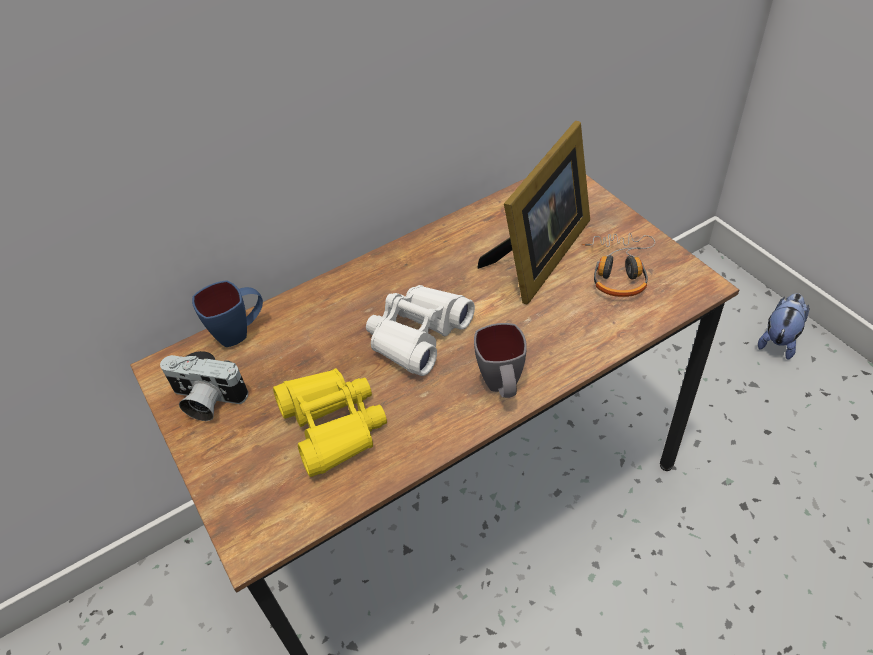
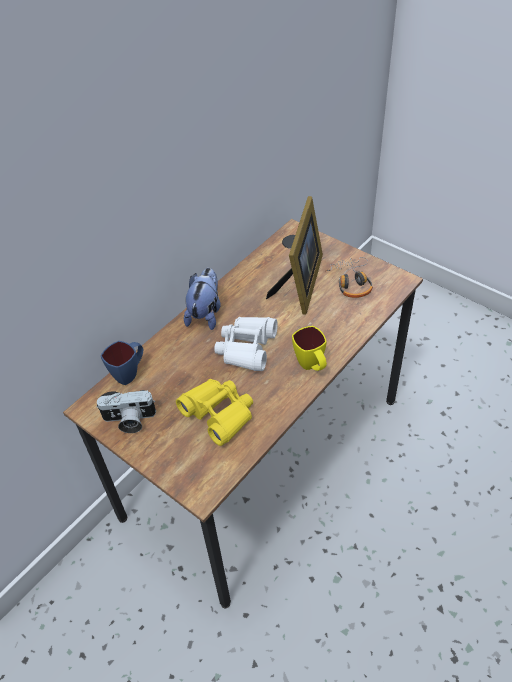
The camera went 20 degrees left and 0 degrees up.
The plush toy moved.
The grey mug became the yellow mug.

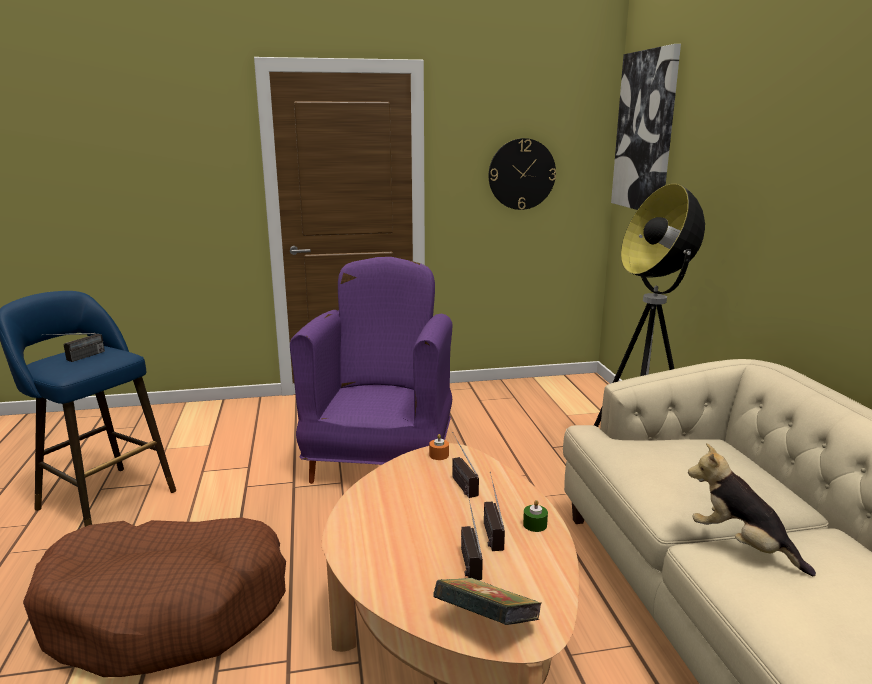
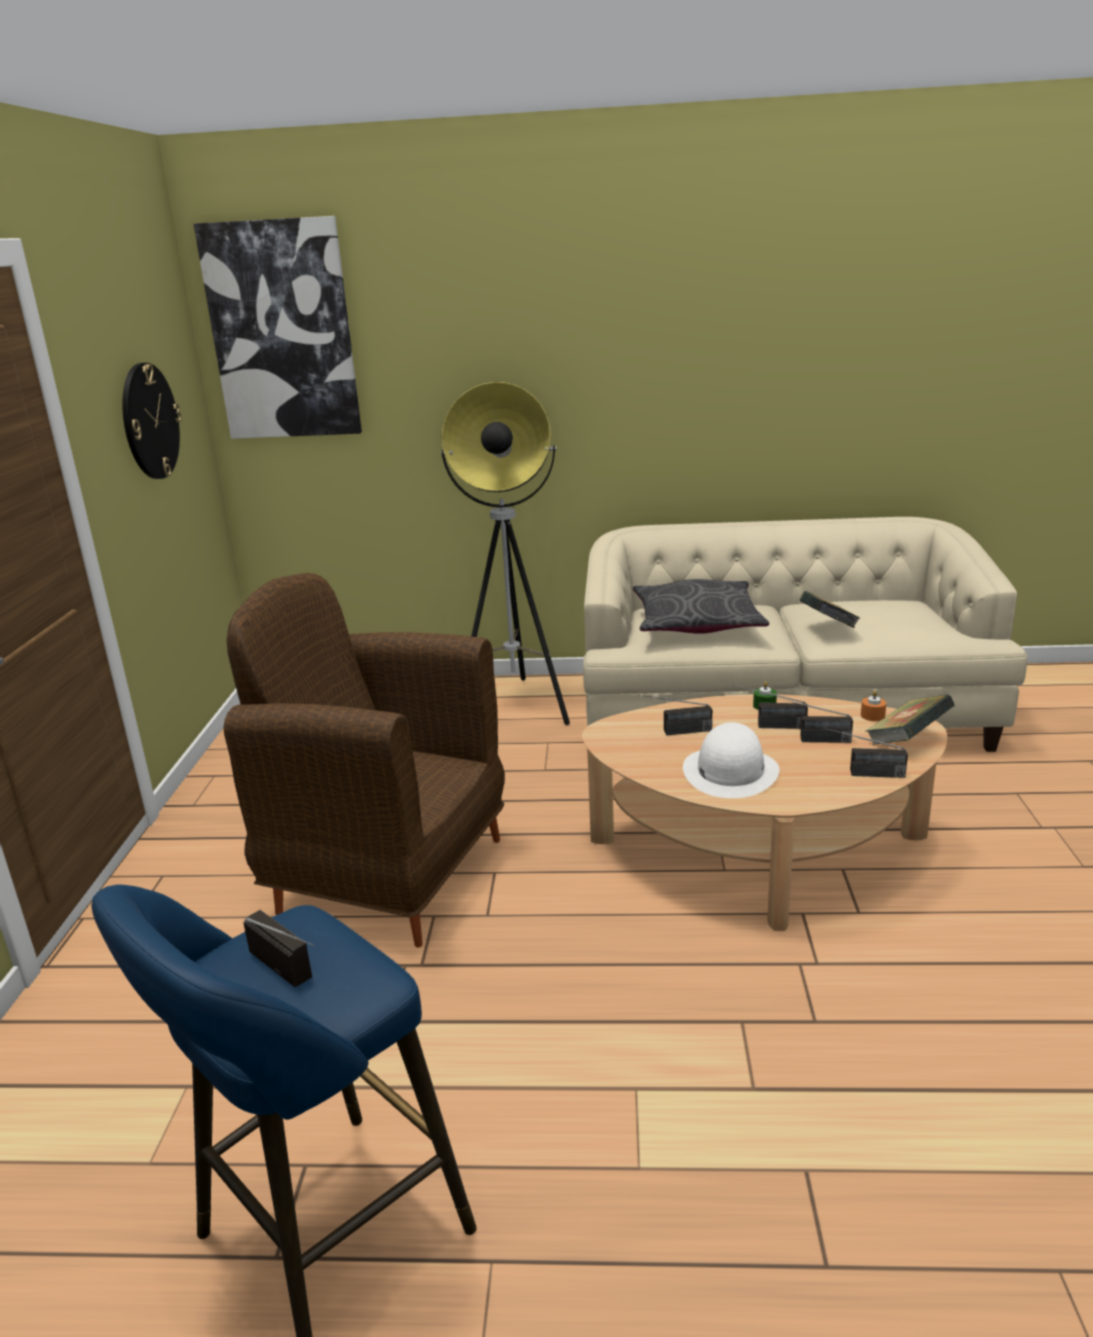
The camera went 75 degrees left and 5 degrees up.
The purple armchair became the brown armchair.
The orange candle moved.
The plush toy was replaced by the book (no. 1 from left).
The brown dog bed disappeared.
The grey pillow appeared.
The white hat appeared.
The radio (no. 5 from left) appeared.

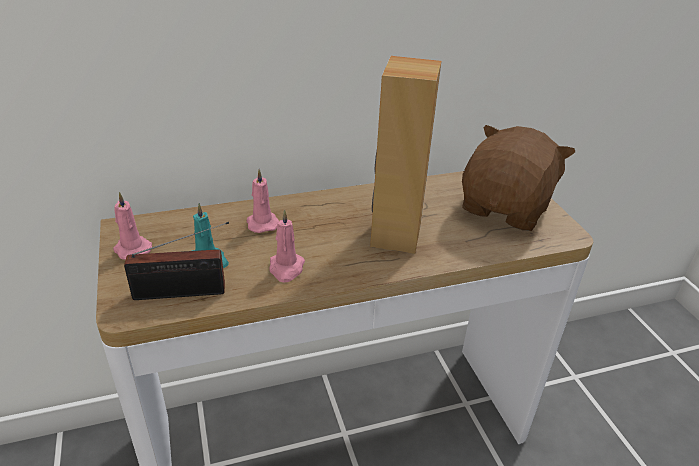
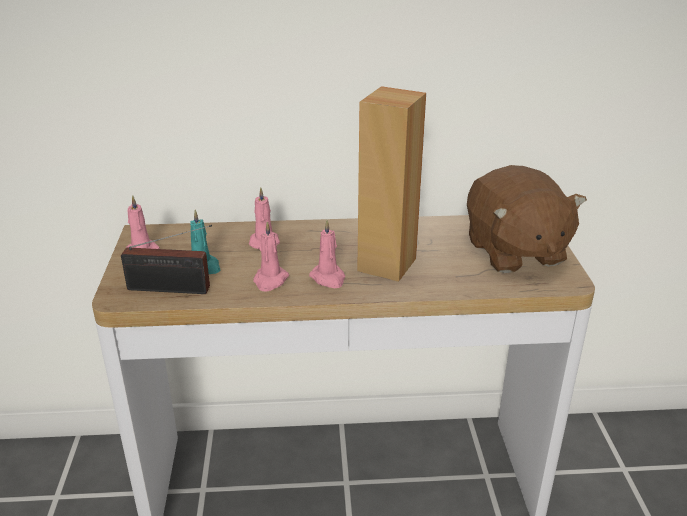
The camera went 15 degrees right and 5 degrees down.
The brown plush toy turned 120 degrees clockwise.
The pink candle (no. 4 from left) appeared.

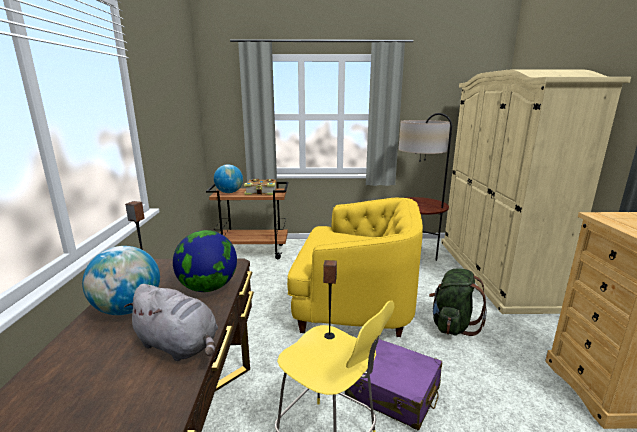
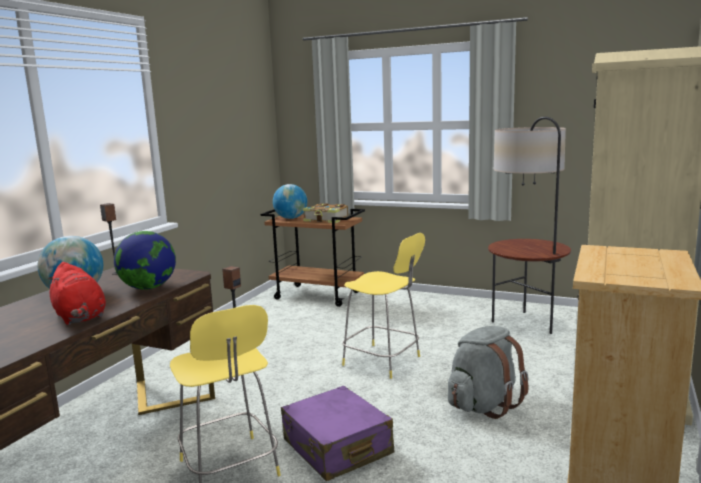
The camera went 25 degrees right and 5 degrees down.
The yellow armchair was replaced by the yellow stool (no. 2 from left).
The green backpack became the grey backpack.
The grey plush toy became the red plush toy.

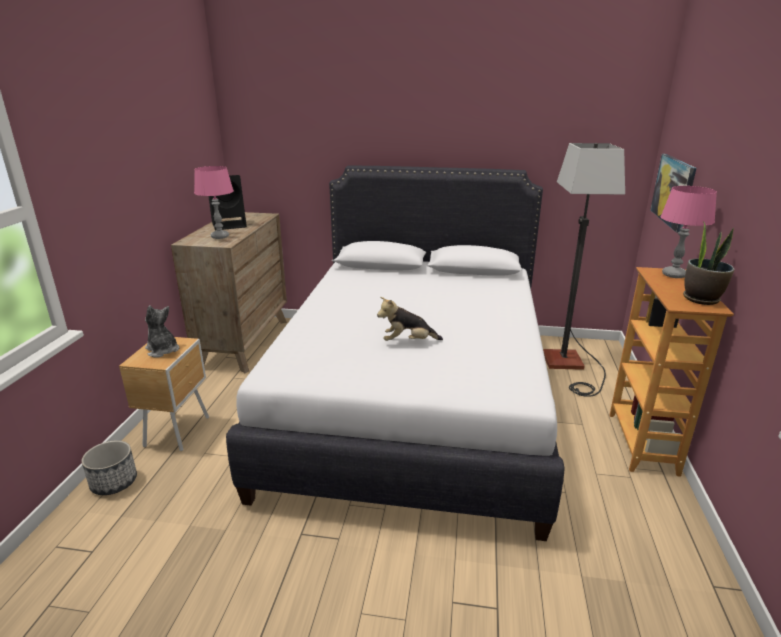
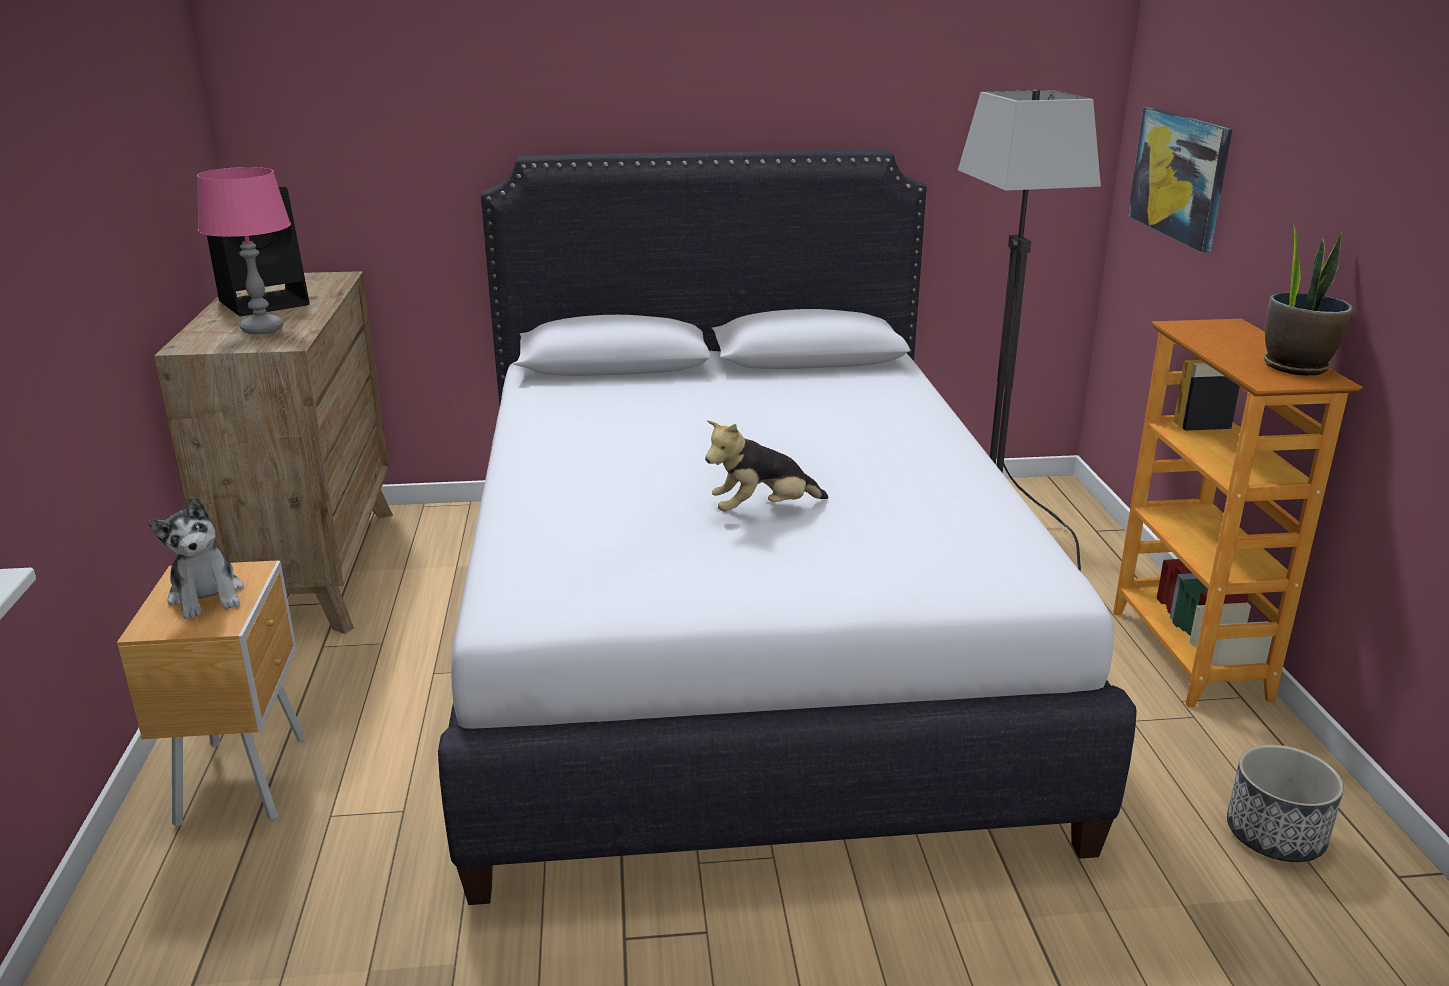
The camera went 15 degrees left and 0 degrees up.
The pink table lamp (no. 2 from left) disappeared.
The plush toy (no. 1 from left) turned 150 degrees counterclockwise.
The planter moved.

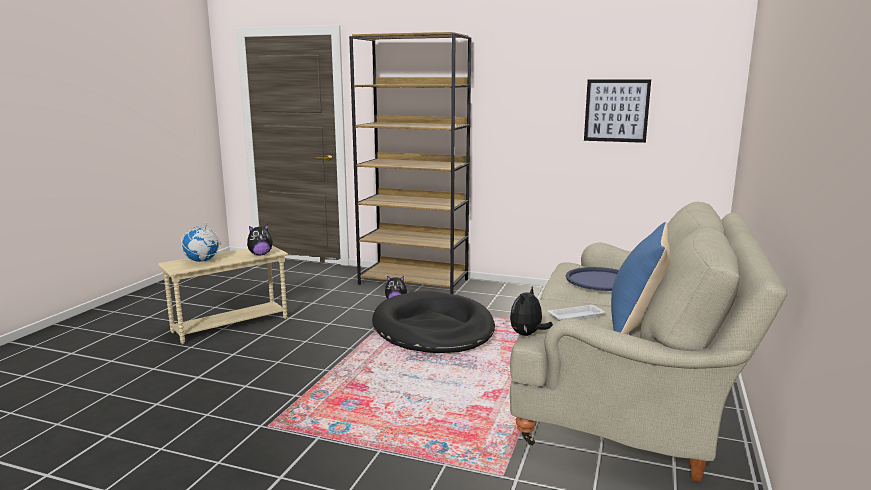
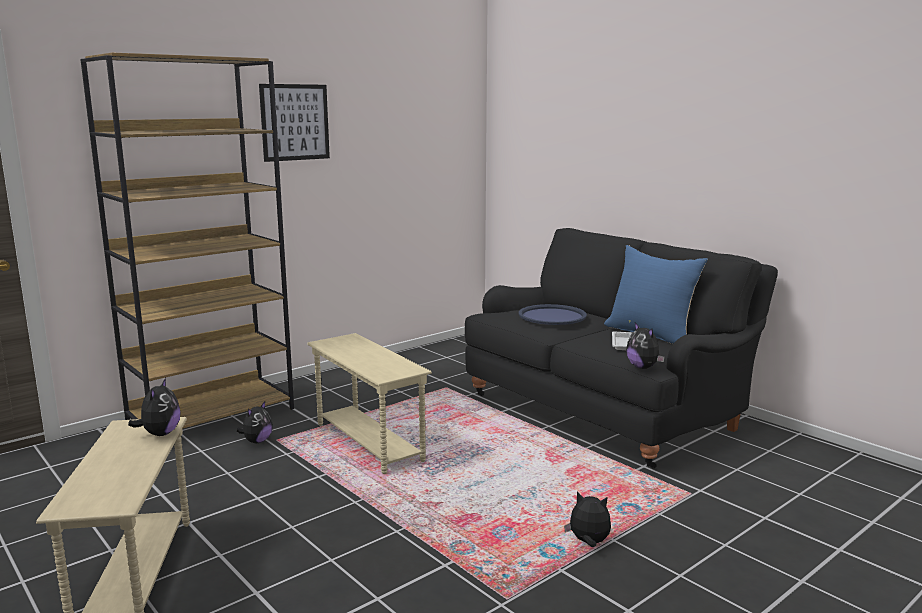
The camera went 60 degrees left and 0 degrees up.
The picture moved.
The beige sofa became the black sofa.
The globe disappeared.
The black dog bed was replaced by the beige side table (no. 2 from left).
The plush toy (no. 3 from left) appeared.

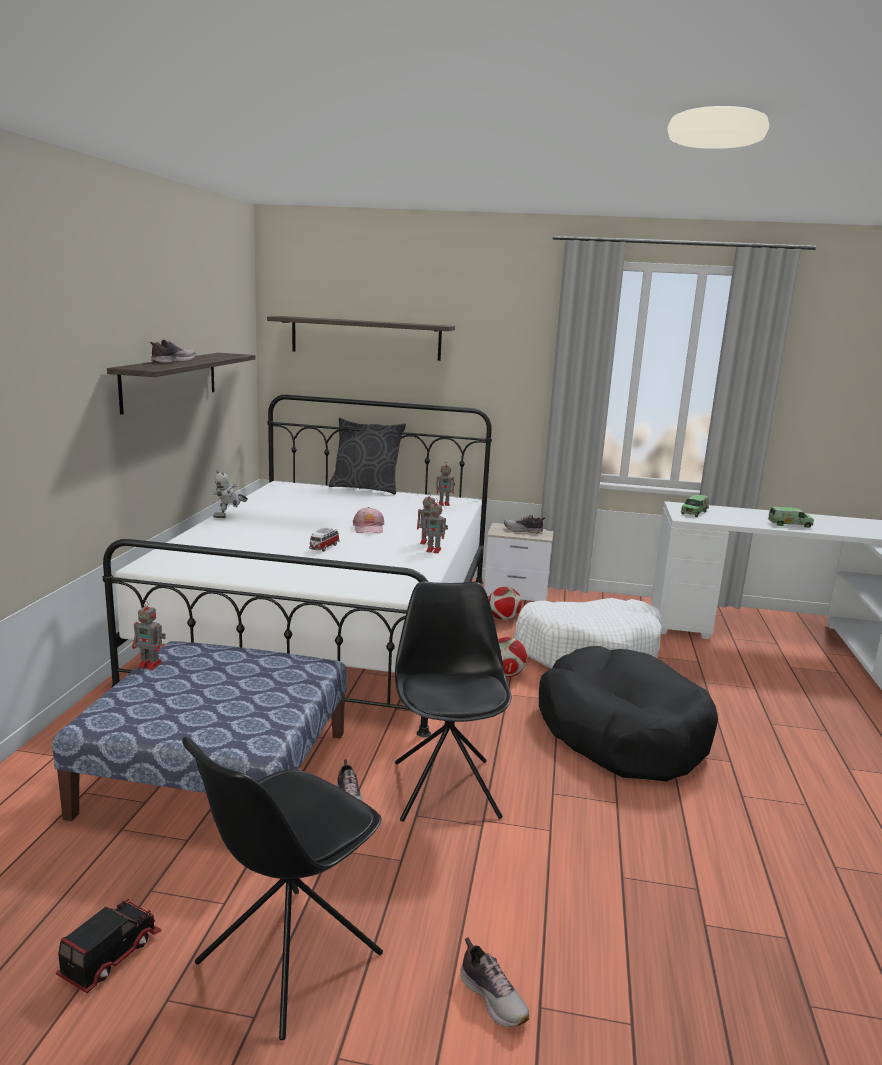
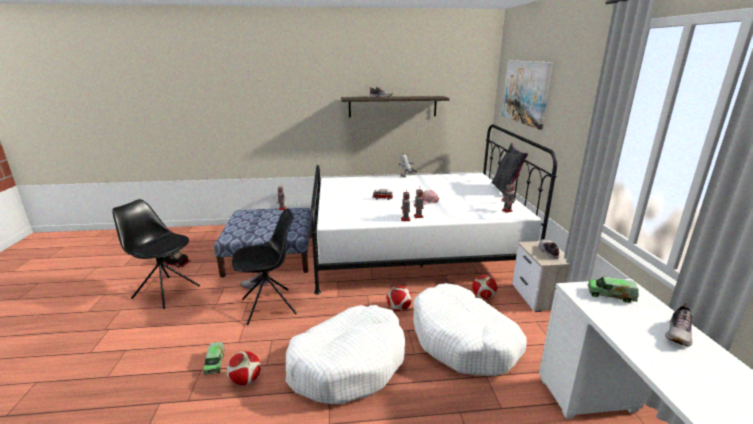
The camera went 75 degrees right and 5 degrees up.
The shelf (no. 2 from left) was replaced by the picture.
The toy truck (no. 3 from left in the first image) moved.
The black dog bed became the white dog bed (no. 1 from left).
The shoe (no. 3 from left in the first image) moved.
The football (no. 1 from left) appeared.

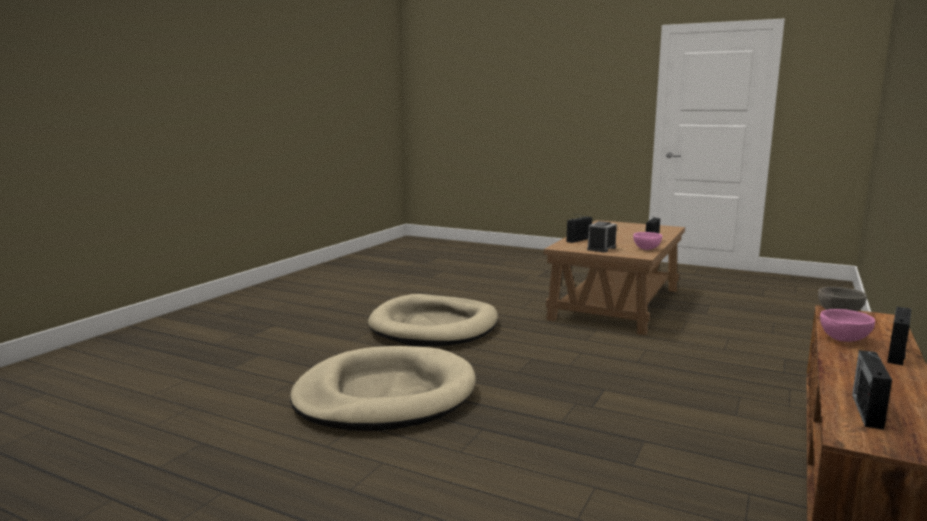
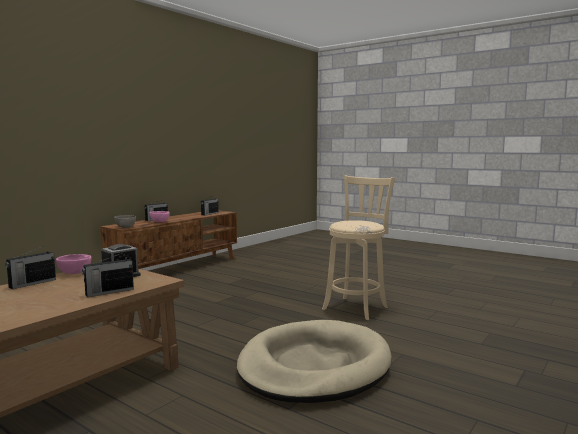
The camera went 170 degrees left and 5 degrees down.
The beige dog bed (no. 1 from left) was replaced by the beige stool.

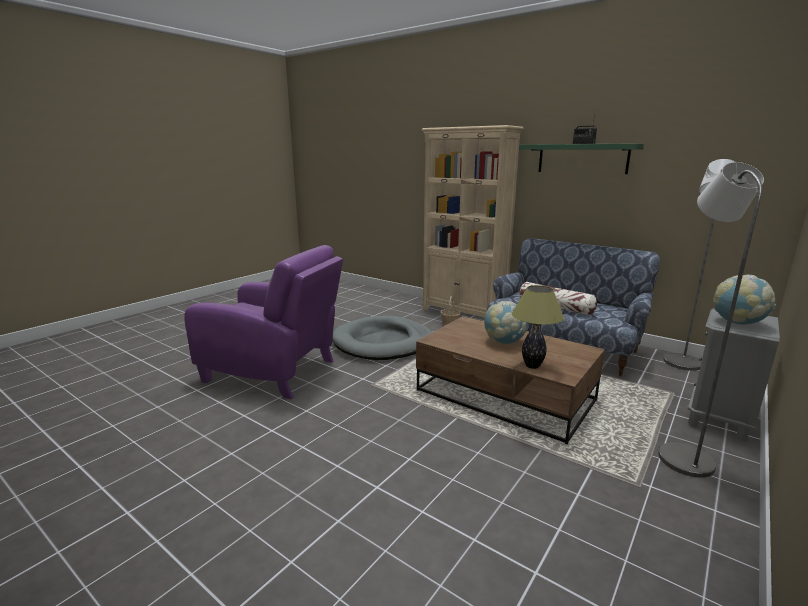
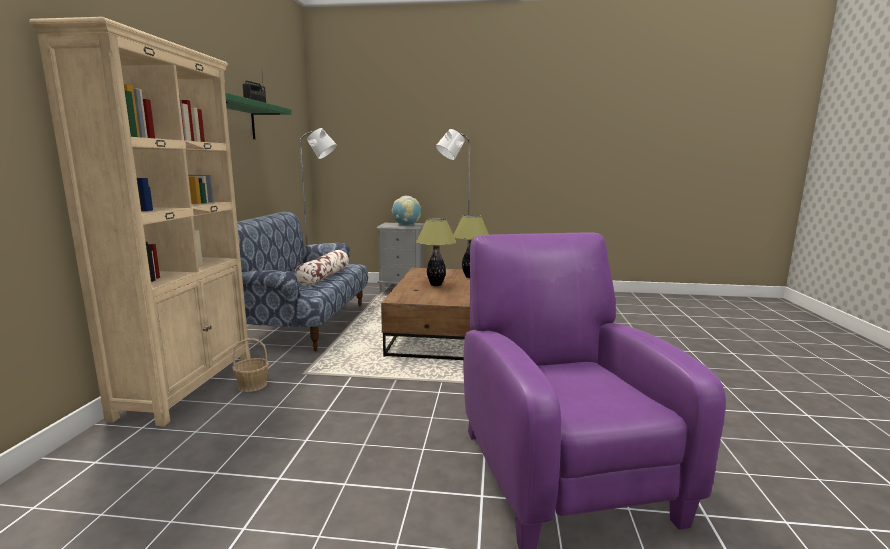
The camera went 120 degrees left and 5 degrees down.
The globe (no. 1 from left) was replaced by the table lamp (no. 1 from left).
The grey dog bed disappeared.

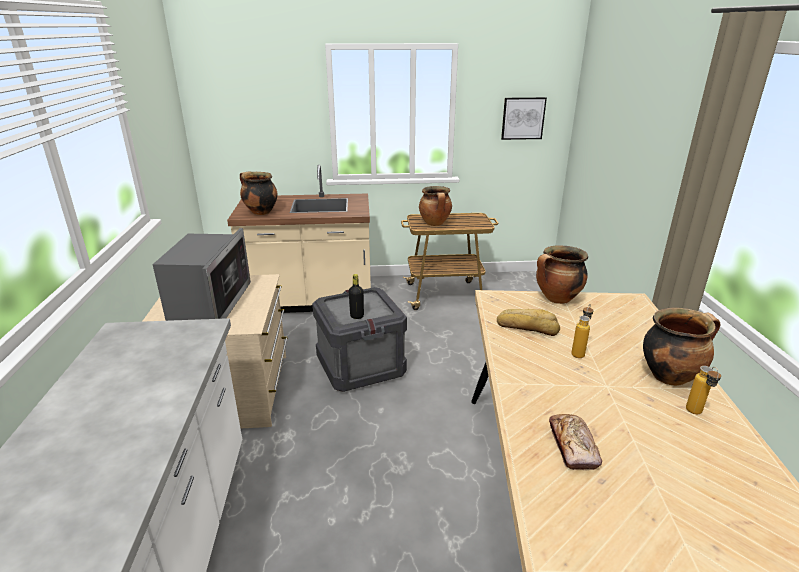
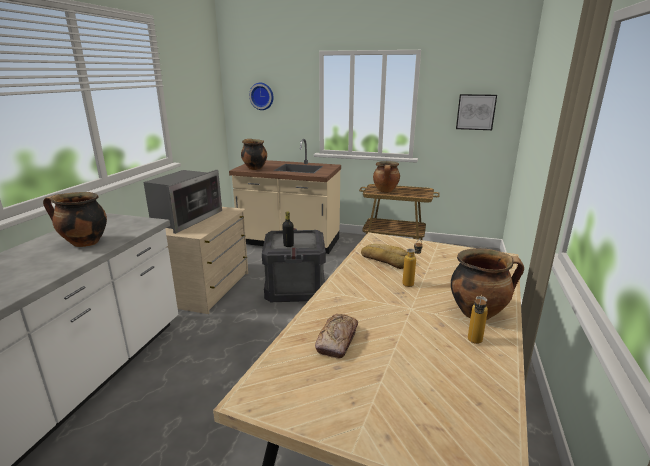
The camera went 20 degrees right and 5 degrees down.
The cooking pot (no. 3 from left in the first image) moved.
The wall clock appeared.

